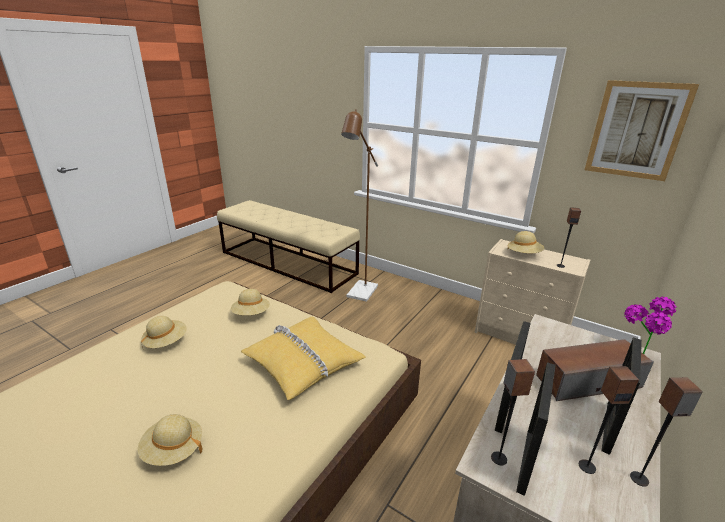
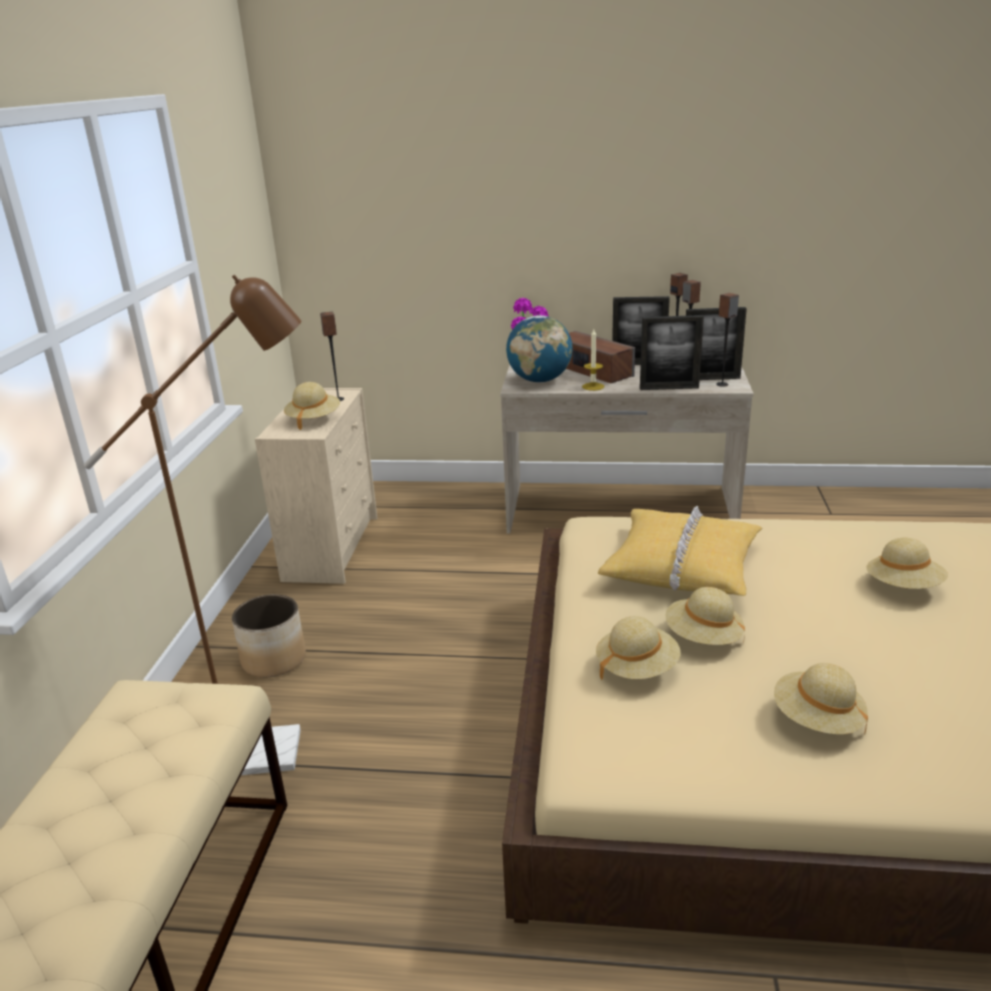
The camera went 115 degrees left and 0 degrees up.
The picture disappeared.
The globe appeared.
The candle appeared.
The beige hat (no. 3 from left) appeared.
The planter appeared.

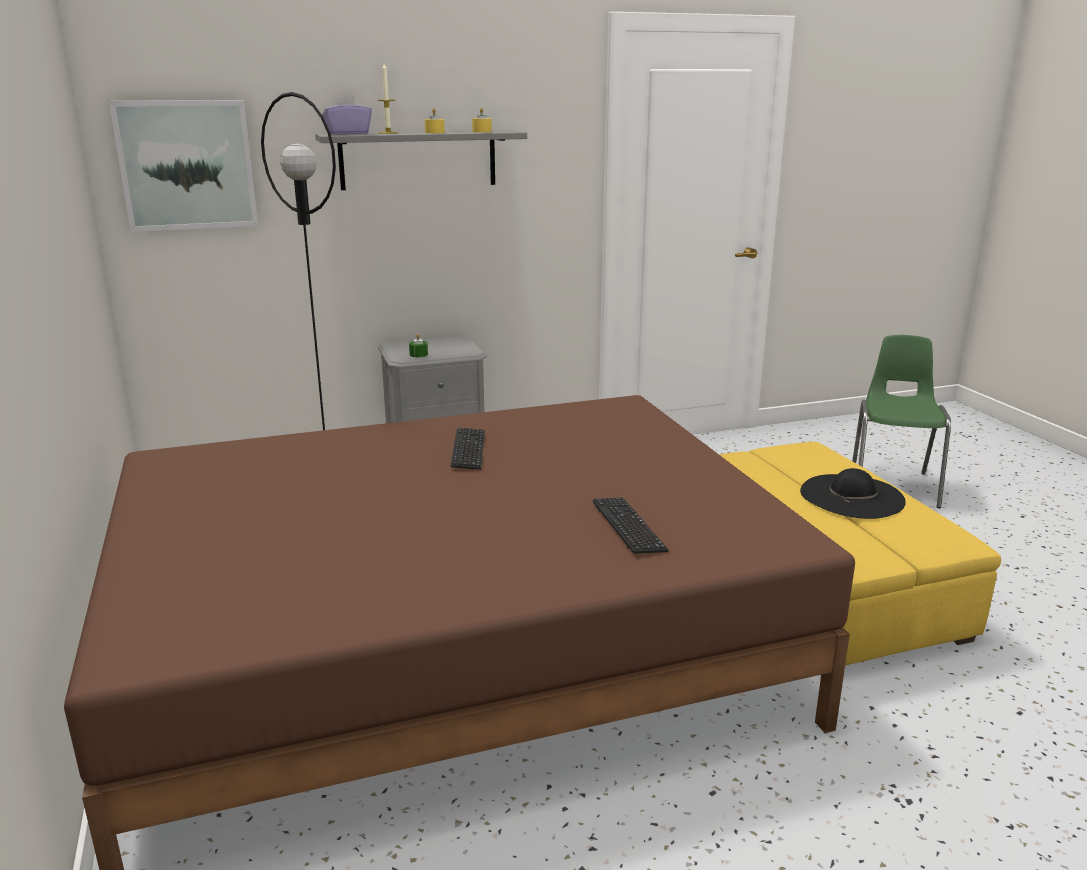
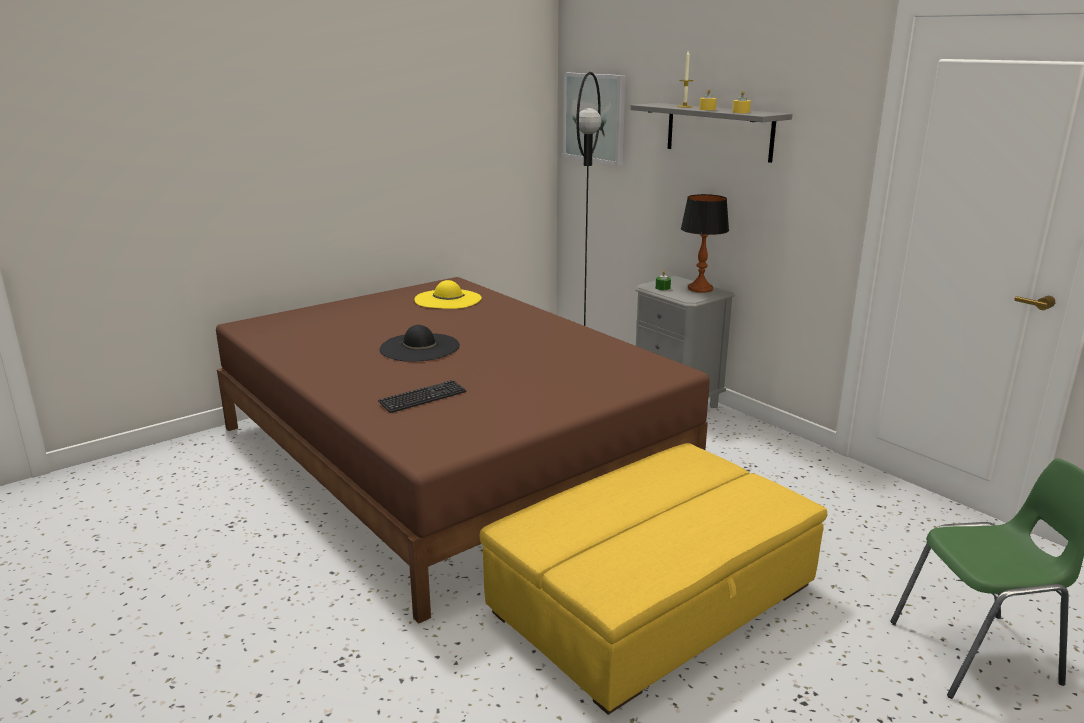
The camera went 70 degrees right and 0 degrees up.
The purple tissue box disappeared.
The keyboard (no. 1 from left) disappeared.
The black hat moved.
The table lamp appeared.
The yellow hat appeared.

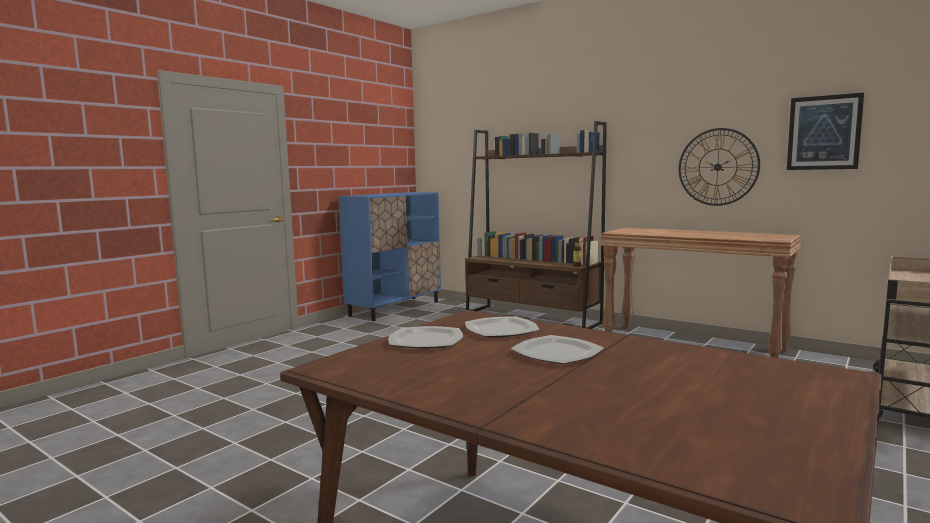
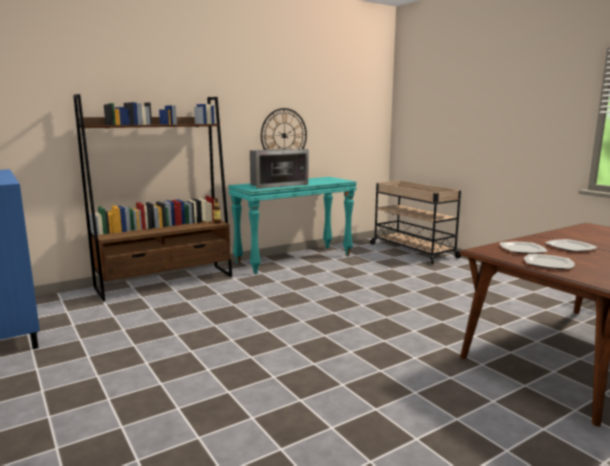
The camera went 70 degrees left and 5 degrees up.
The picture disappeared.
The brown console table became the turquoise console table.
The microwave appeared.

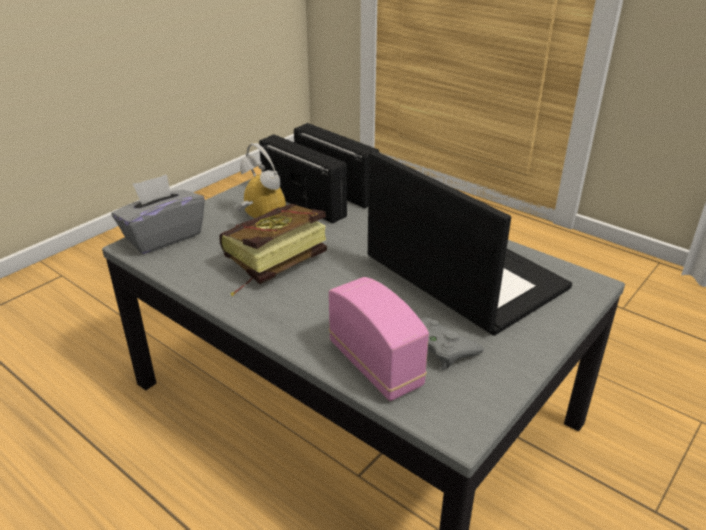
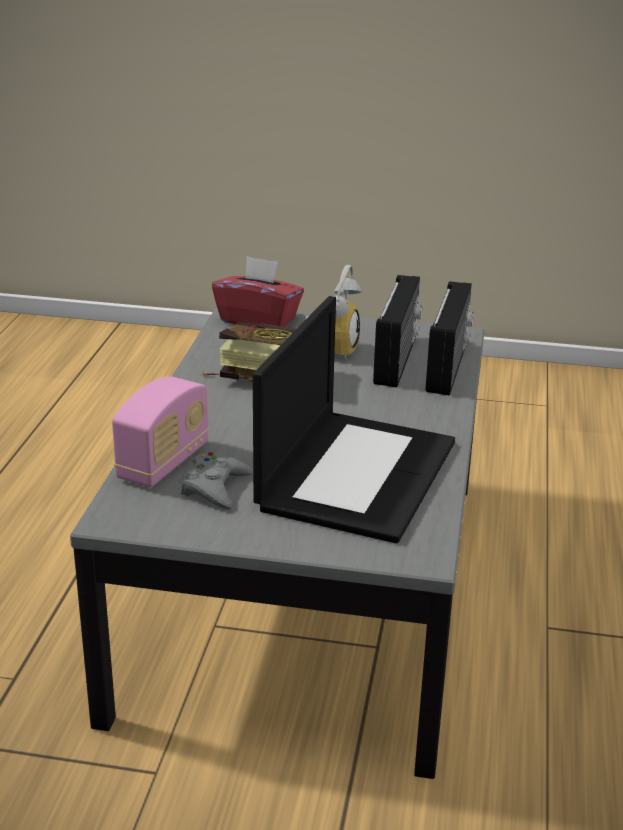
The camera went 60 degrees right and 5 degrees down.
The grey tissue box became the red tissue box.

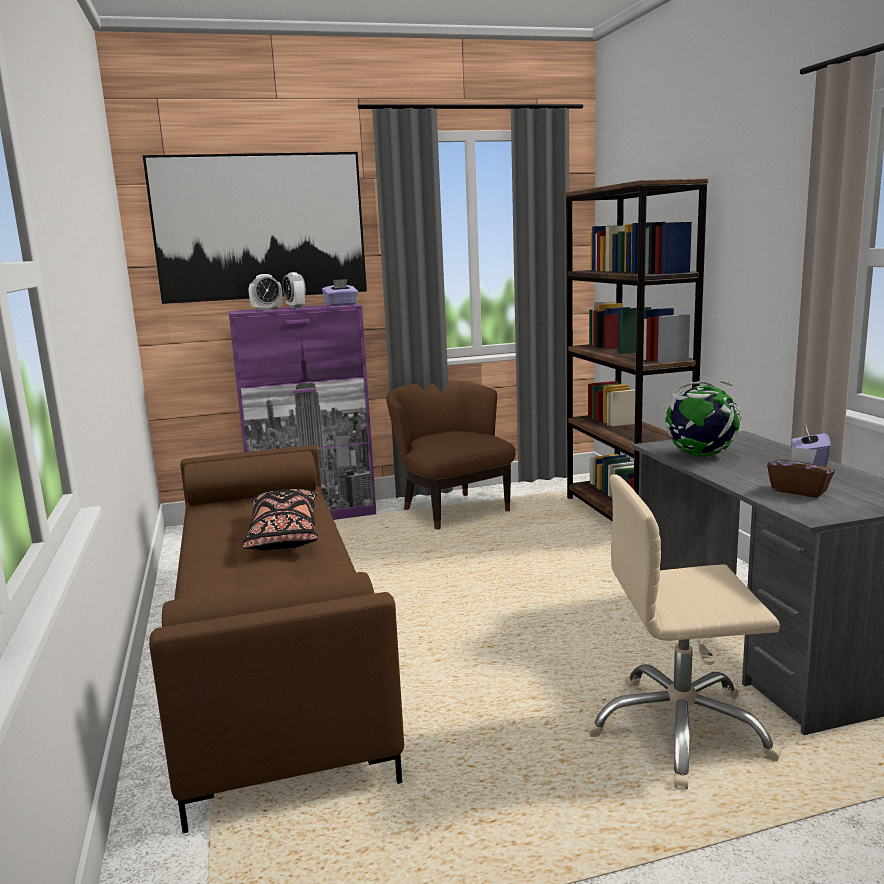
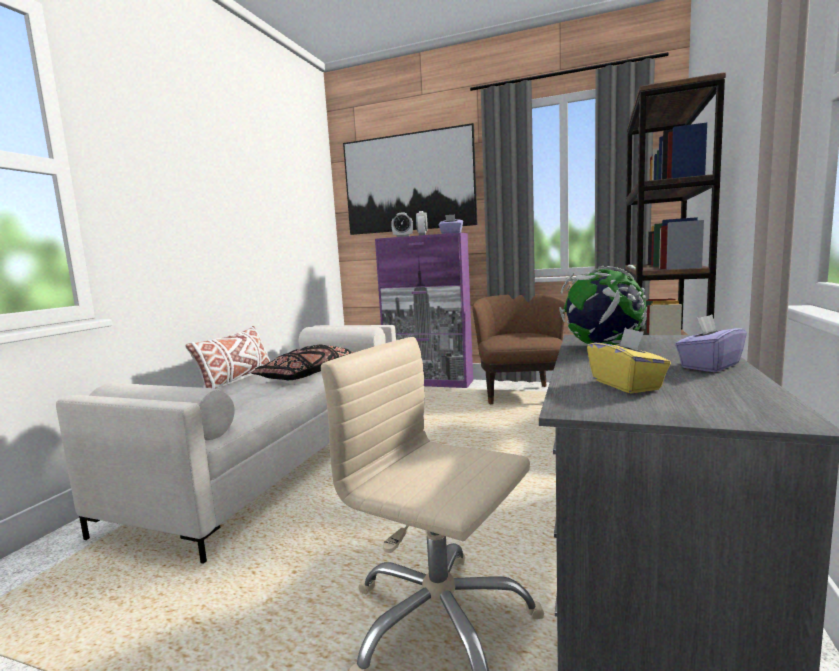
The camera went 35 degrees right and 5 degrees down.
The brown sofa became the white sofa.
The brown tissue box became the yellow tissue box.
The white pillow appeared.

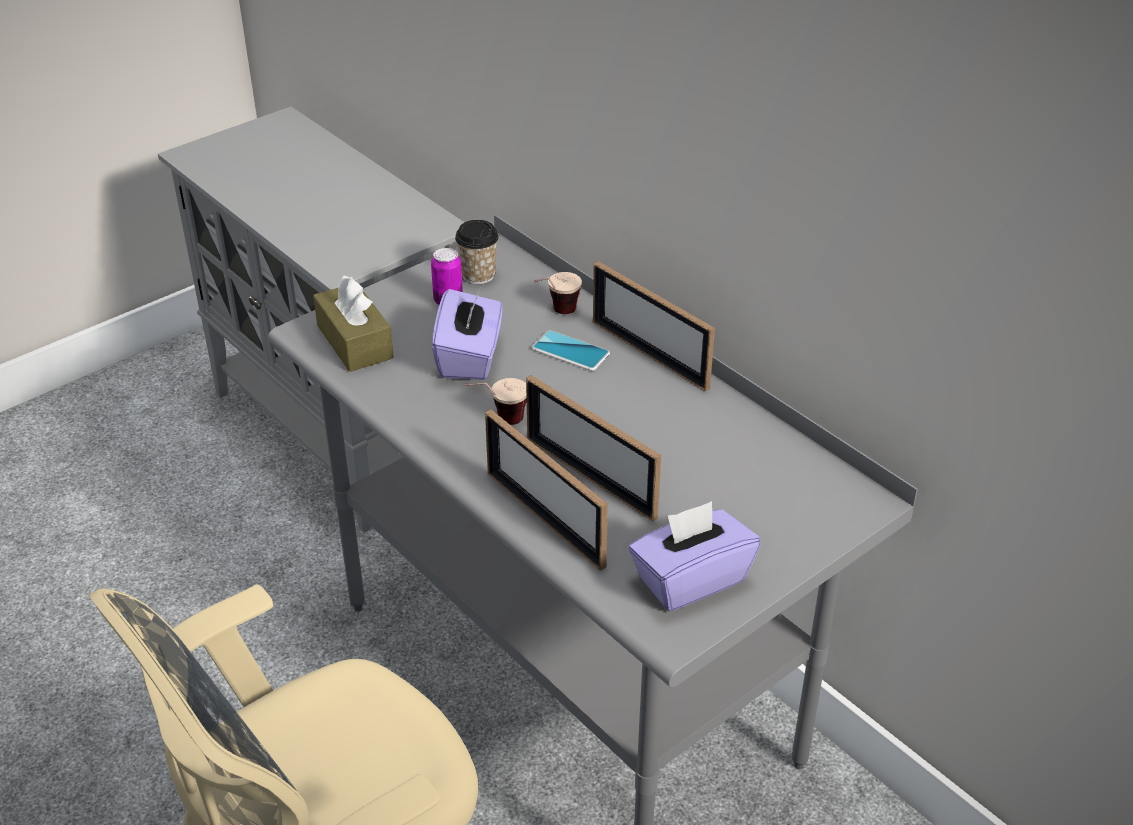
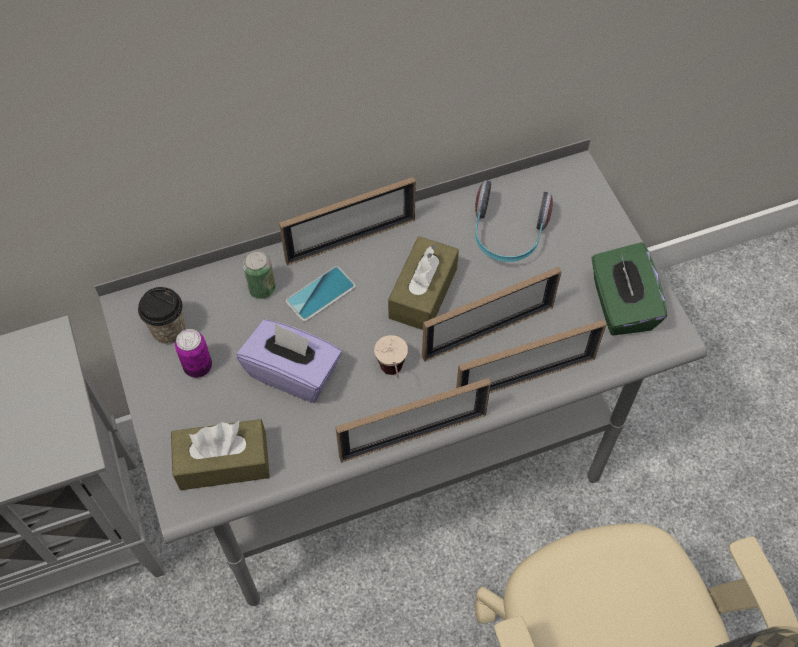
The camera went 70 degrees left and 20 degrees up.
The cup (no. 3 from left) was replaced by the can (no. 2 from left).
The purple tissue box (no. 2 from left) became the green tissue box.
The headphones appeared.
The brown tissue box (no. 2 from left) appeared.
The picture frame (no. 2 from left) appeared.

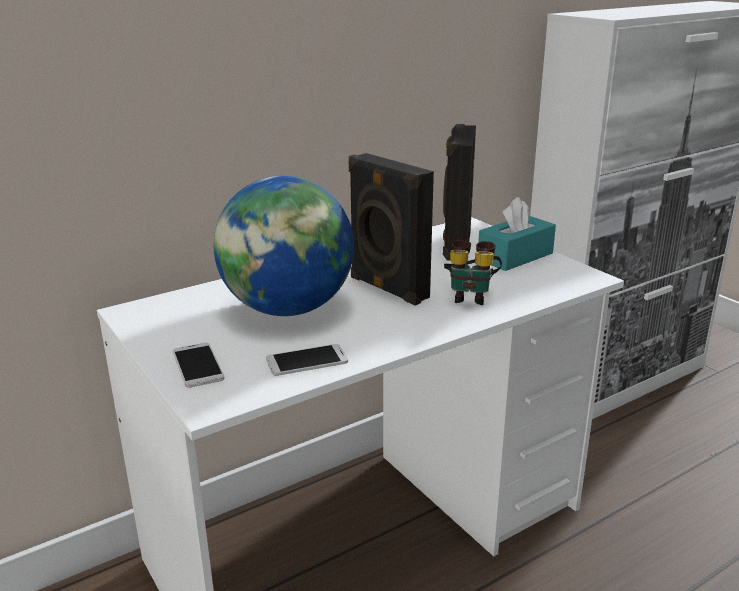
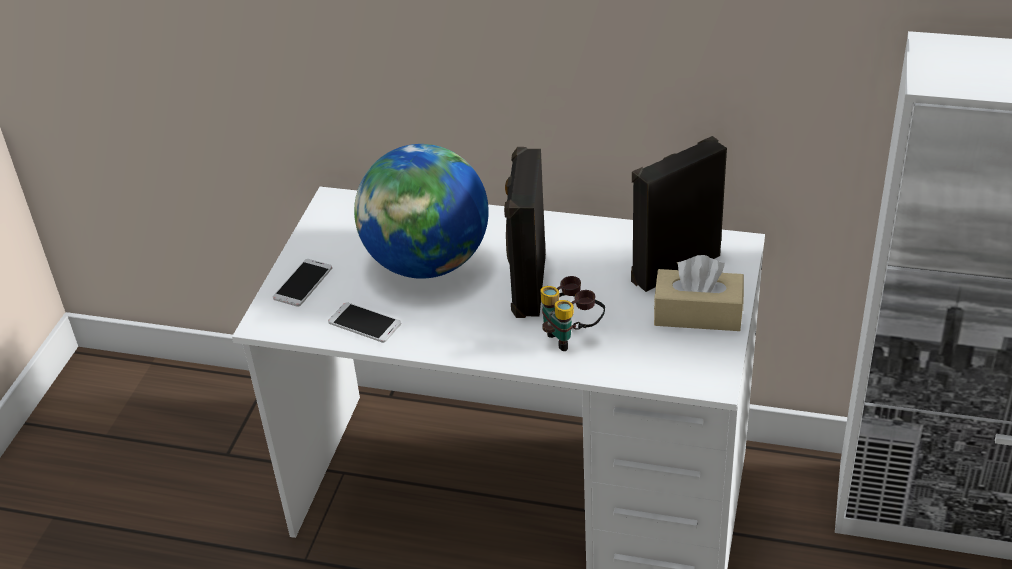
The camera went 50 degrees right and 15 degrees up.
The turquoise tissue box became the beige tissue box.

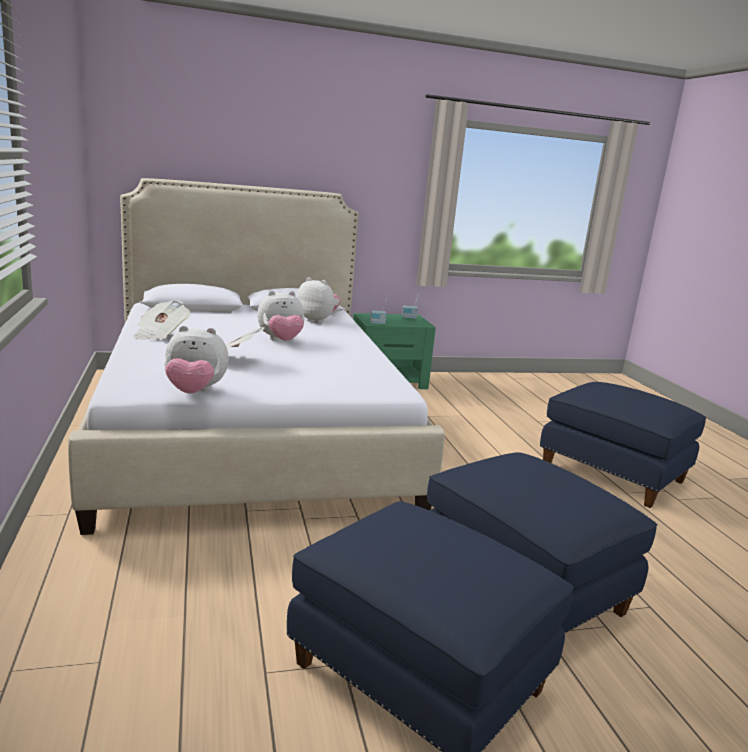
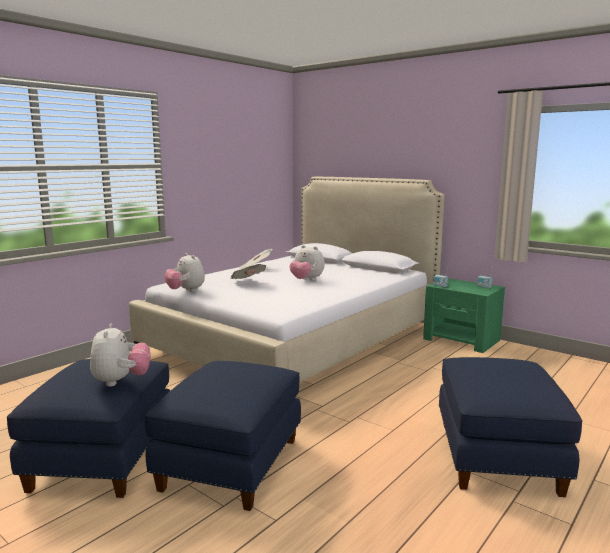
The camera went 55 degrees right and 5 degrees down.
The plush toy (no. 3 from left in the first image) moved.

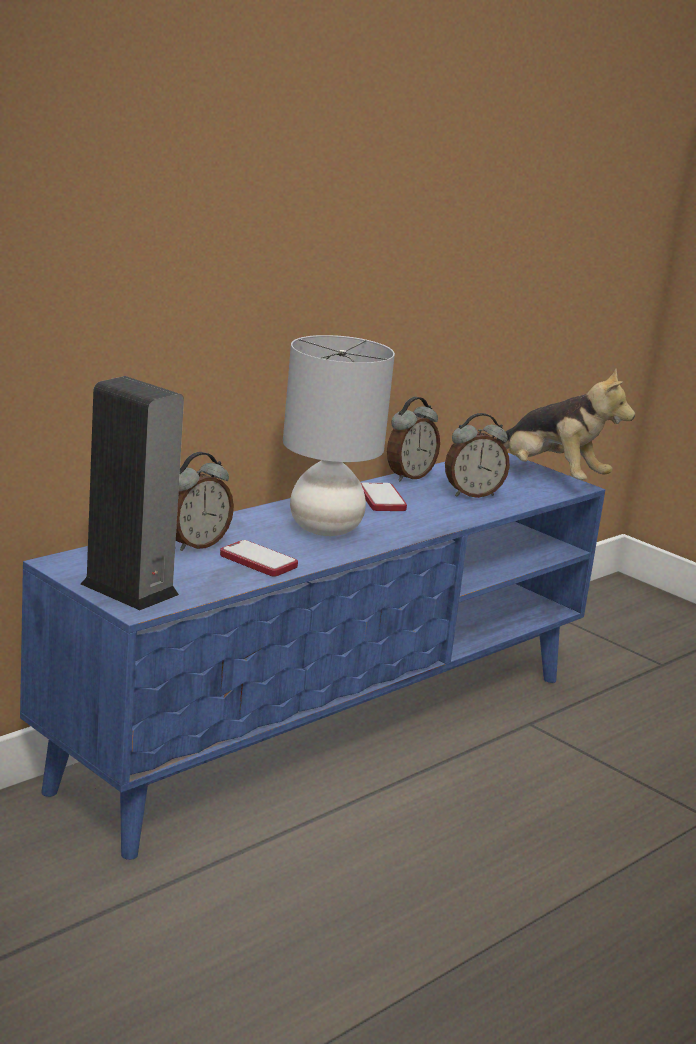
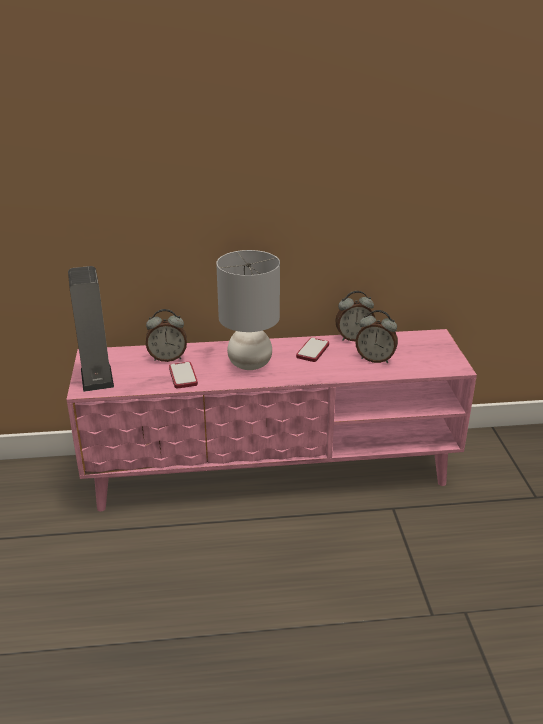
The camera went 40 degrees right and 10 degrees up.
The plush toy disappeared.
The blue tv stand became the pink tv stand.

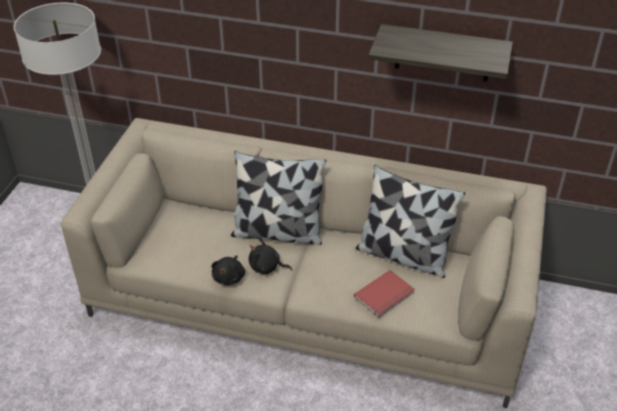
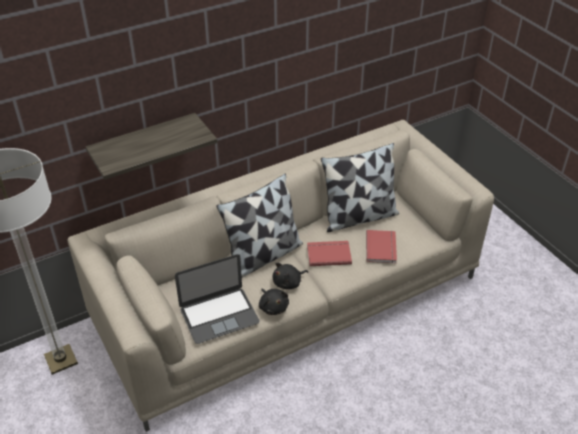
The camera went 45 degrees left and 0 degrees up.
The shelf moved.
The red book (no. 1 from left) appeared.
The laptop appeared.

